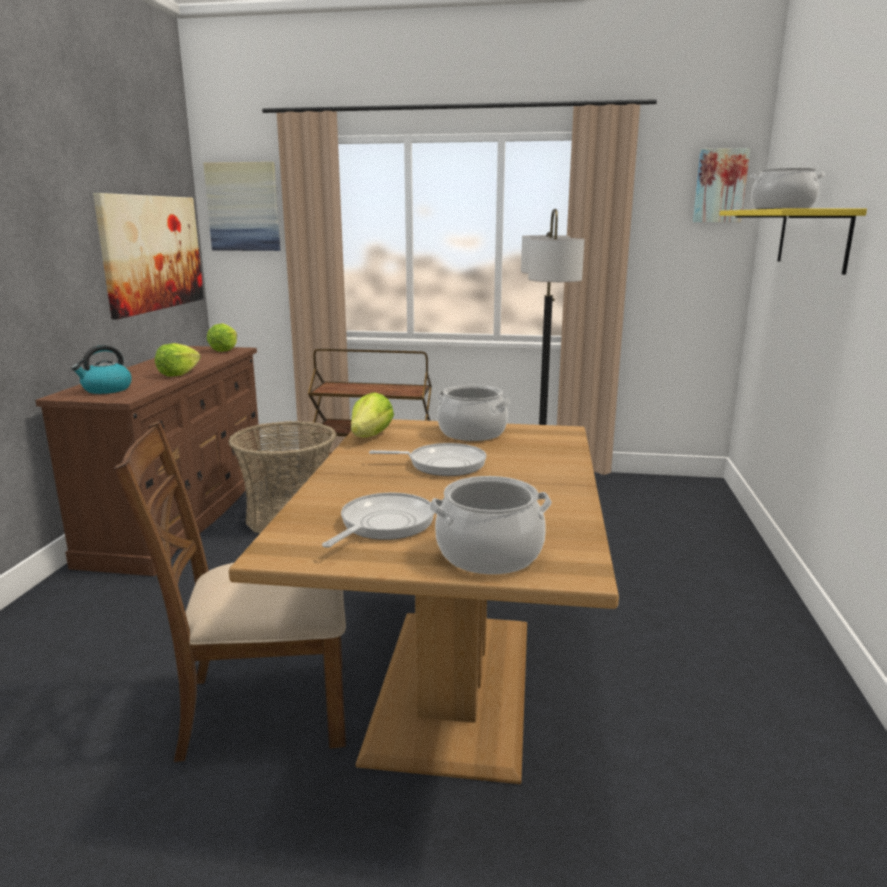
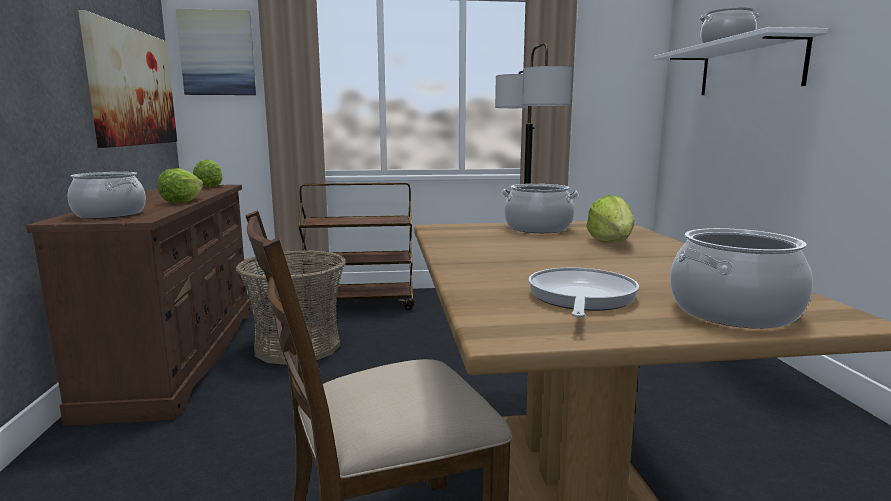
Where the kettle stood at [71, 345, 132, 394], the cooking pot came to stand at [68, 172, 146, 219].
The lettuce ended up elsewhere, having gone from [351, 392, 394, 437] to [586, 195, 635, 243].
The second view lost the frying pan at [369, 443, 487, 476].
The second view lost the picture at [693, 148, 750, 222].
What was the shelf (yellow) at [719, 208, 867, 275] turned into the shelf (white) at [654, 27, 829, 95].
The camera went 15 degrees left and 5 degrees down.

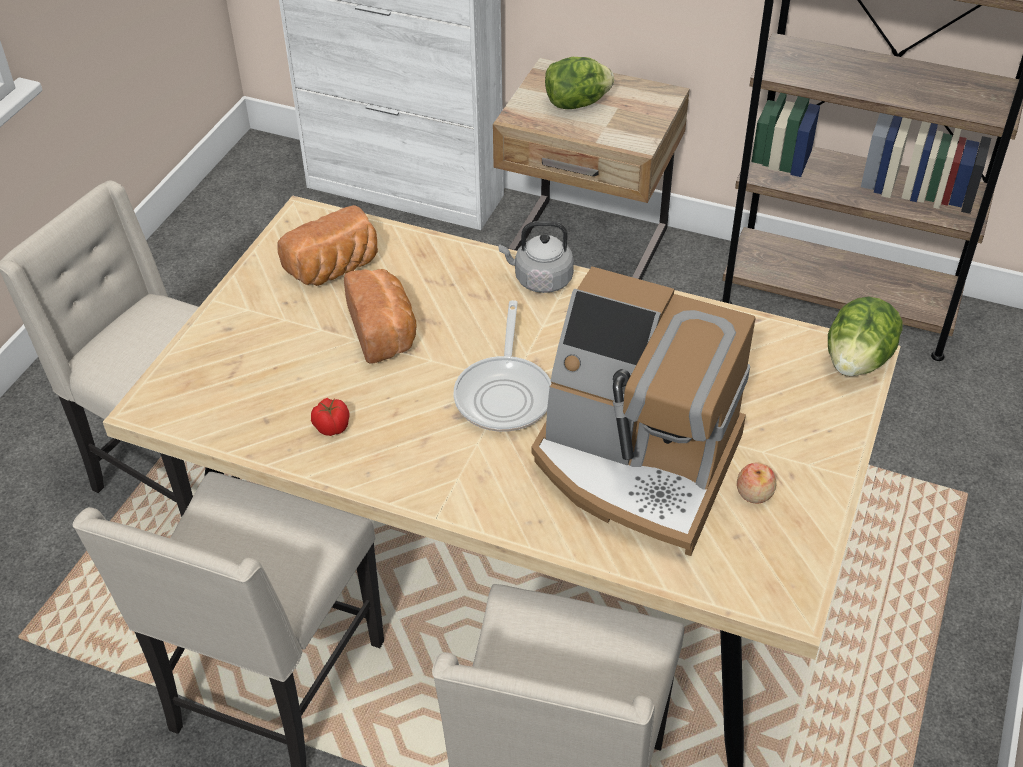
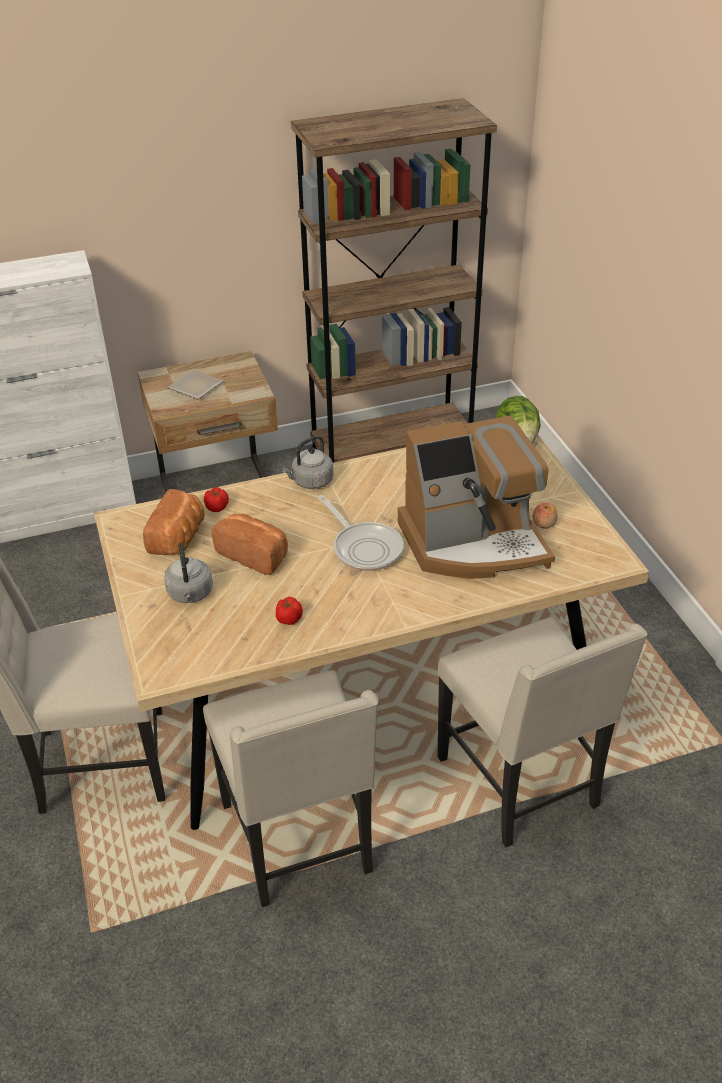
Where the lettuce stood at [545, 57, 614, 109], the plate came to stand at [167, 370, 224, 399].
The second view gained the kettle (grey) at [164, 543, 213, 603].
The second view gained the tomato at [204, 487, 229, 512].
The camera went 40 degrees left and 5 degrees down.

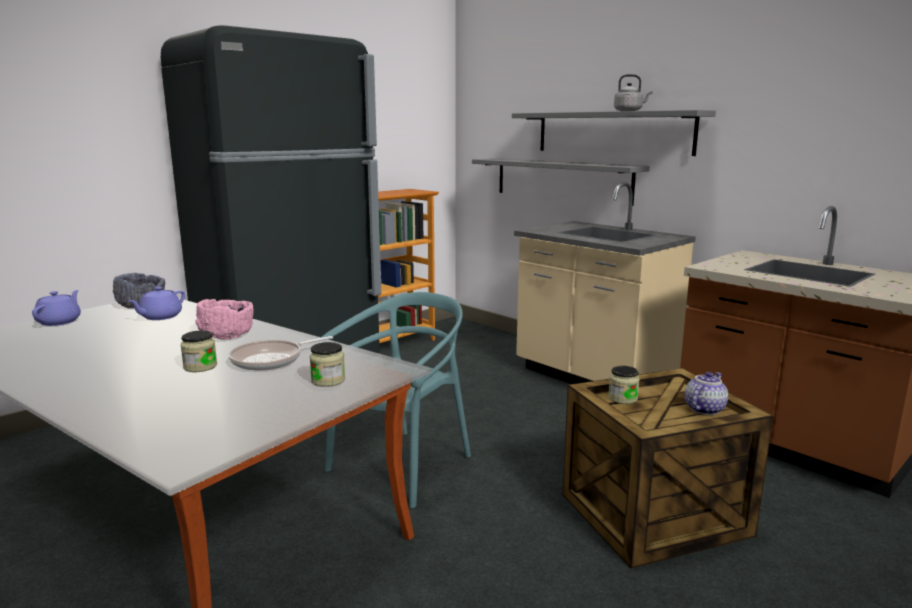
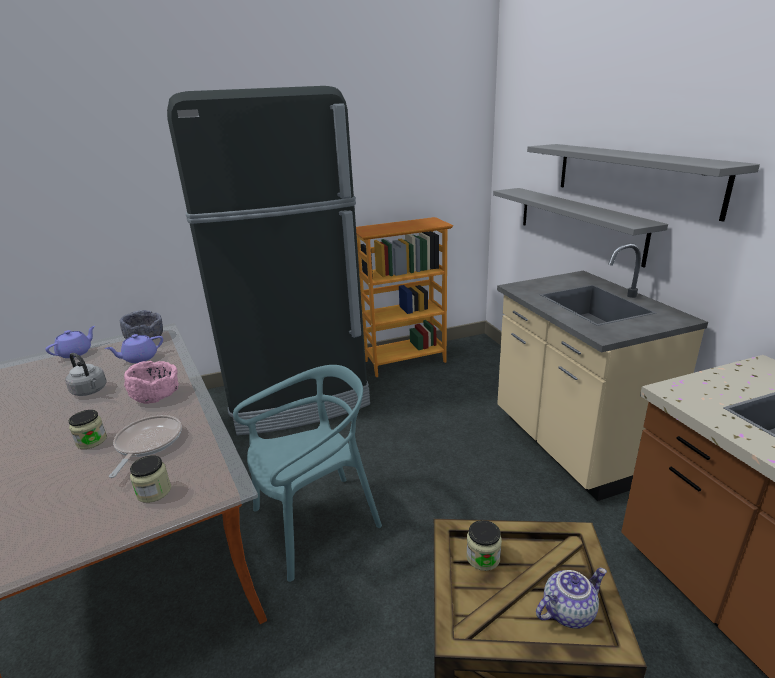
The frying pan at [229, 336, 333, 371] ended up facing another way, 105 degrees clockwise from before.
The kettle (grey) ended up elsewhere, having gone from [614, 74, 652, 111] to [65, 353, 106, 396].
The camera went 25 degrees right and 10 degrees up.

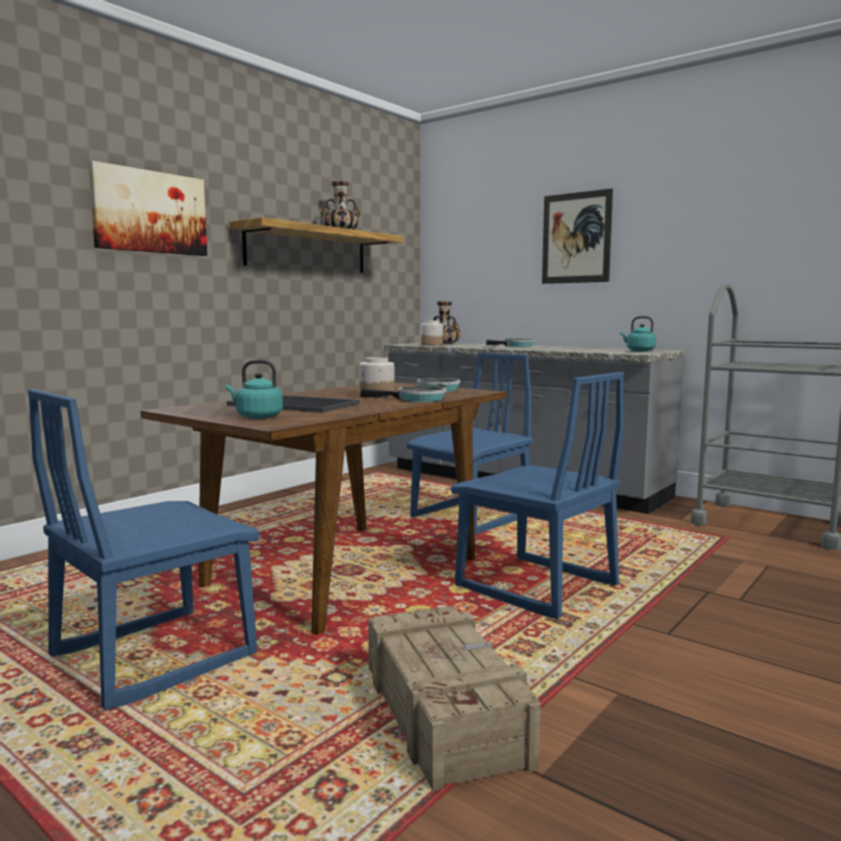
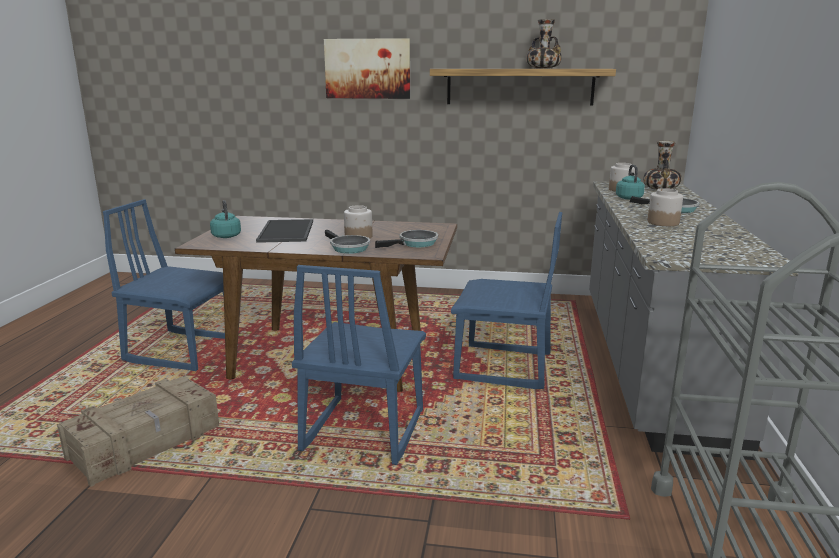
The second view lost the picture at [542, 188, 613, 284].
The kettle (turquoise) ended up elsewhere, having gone from [620, 316, 656, 351] to [616, 165, 645, 200].
The second view gained the jar at [647, 188, 683, 226].
The camera went 60 degrees right and 10 degrees up.

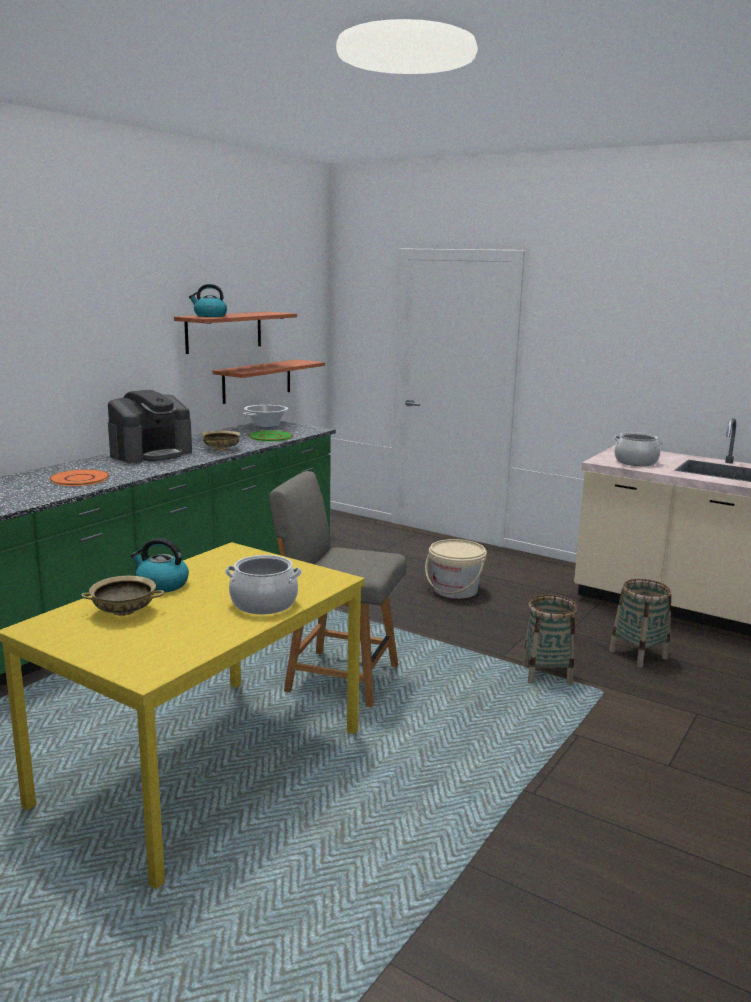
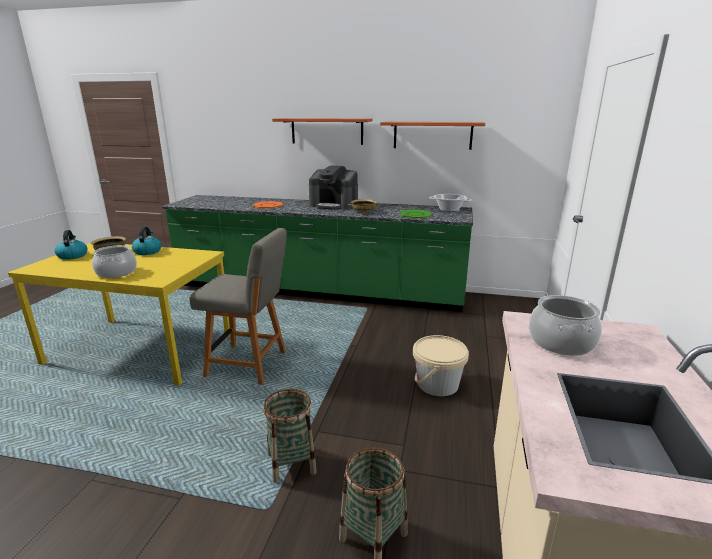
The kettle ended up elsewhere, having gone from [189, 284, 227, 317] to [55, 230, 87, 260].
The shelf ended up elsewhere, having gone from [213, 359, 325, 404] to [272, 118, 372, 145].
The chair (grey) at [269, 471, 406, 708] ended up facing another way, 105 degrees clockwise from before.
The camera went 70 degrees right and 5 degrees up.

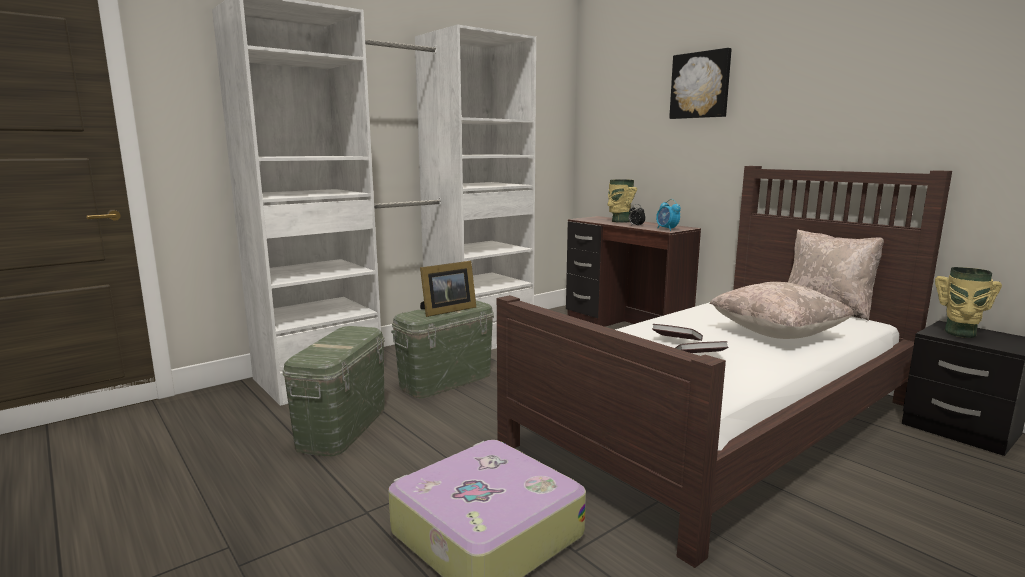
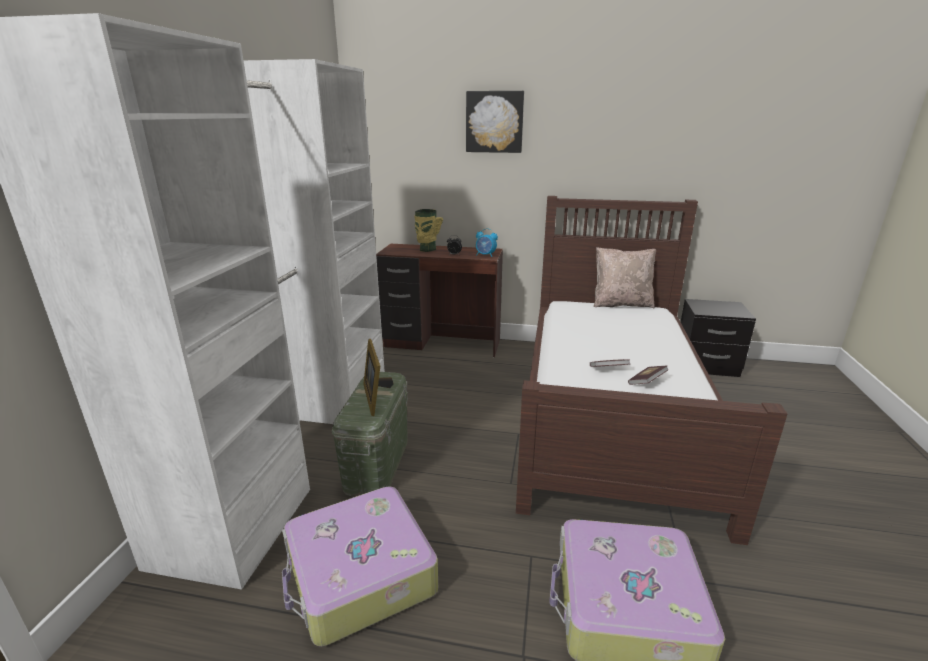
Where the storage box (green) stood at [282, 326, 385, 456], the suitcase came to stand at [282, 486, 438, 647].
The picture frame at [420, 261, 476, 317] ended up facing another way, 150 degrees clockwise from before.
The second view lost the pillow (beige) at [709, 282, 854, 339].
The second view lost the vase at [935, 267, 1002, 338].
The camera went 40 degrees left and 10 degrees up.

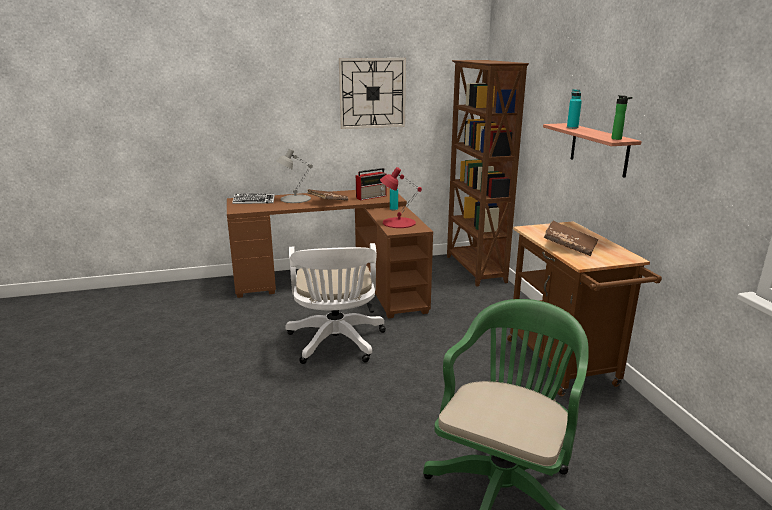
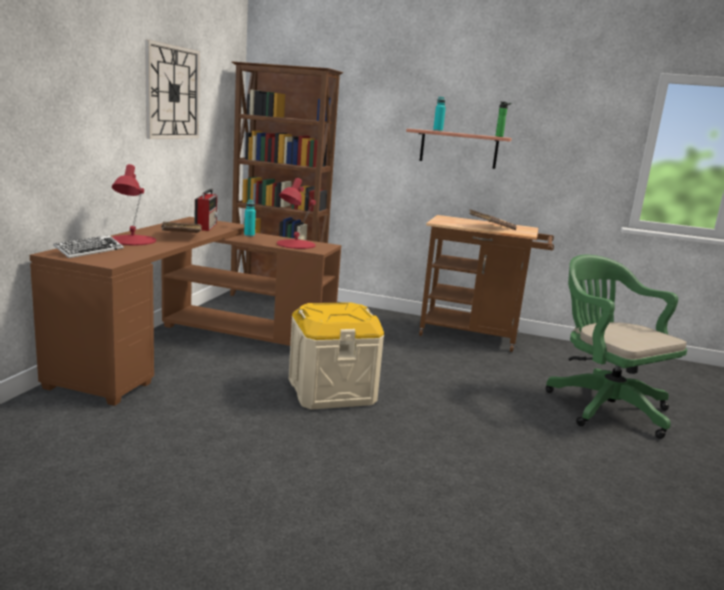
What was the table lamp (grey) at [276, 149, 313, 203] turned into the table lamp (red) at [112, 164, 156, 245].
Where the office chair (white) stood at [285, 243, 386, 364], the storage box (beige) came to stand at [289, 302, 384, 410].
The camera went 60 degrees left and 5 degrees down.

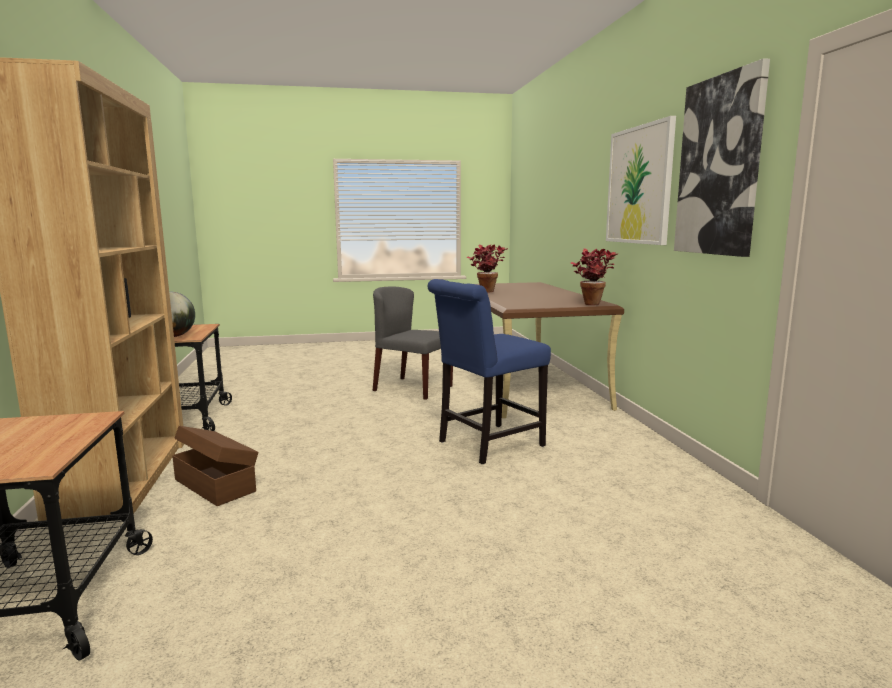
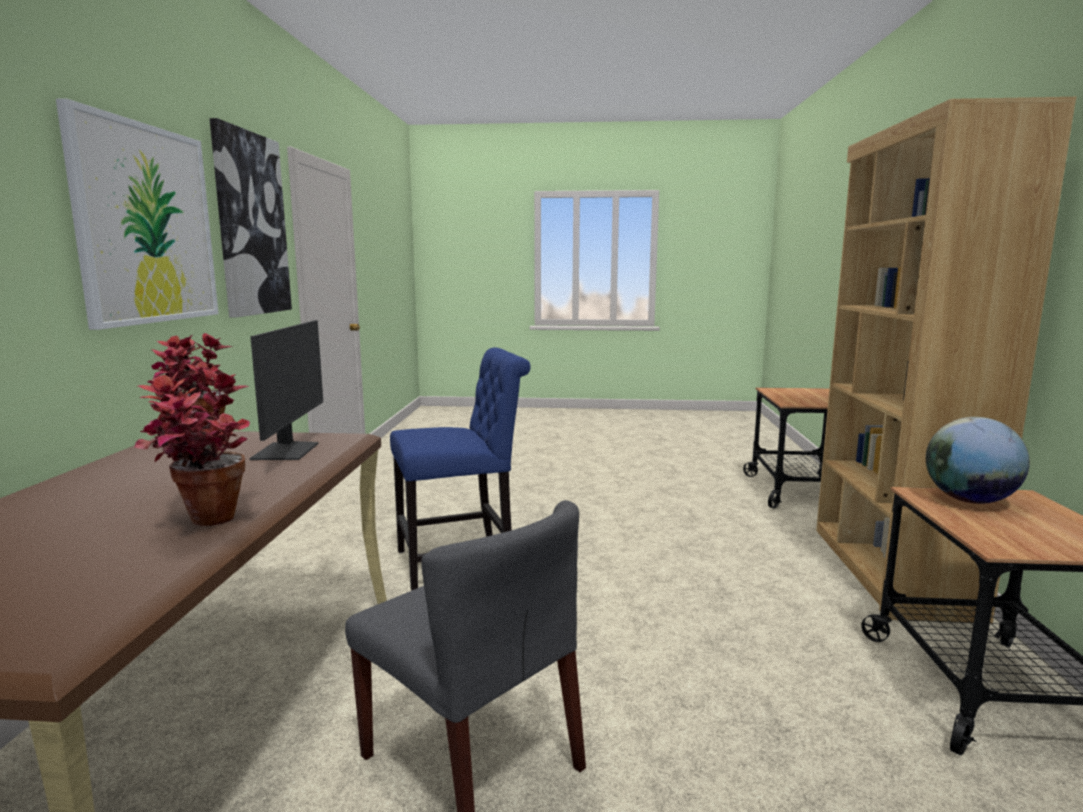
The second view lost the storage box (brown) at [172, 426, 259, 506].
The second view gained the monitor at [250, 320, 323, 460].
The camera went 165 degrees left and 0 degrees up.

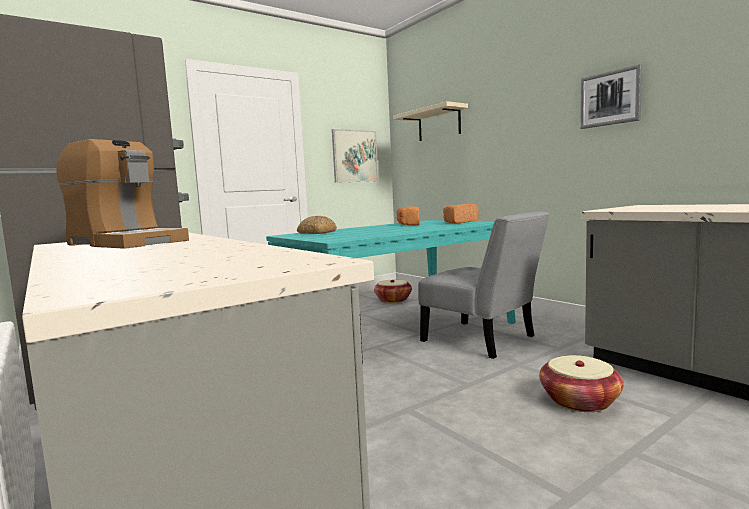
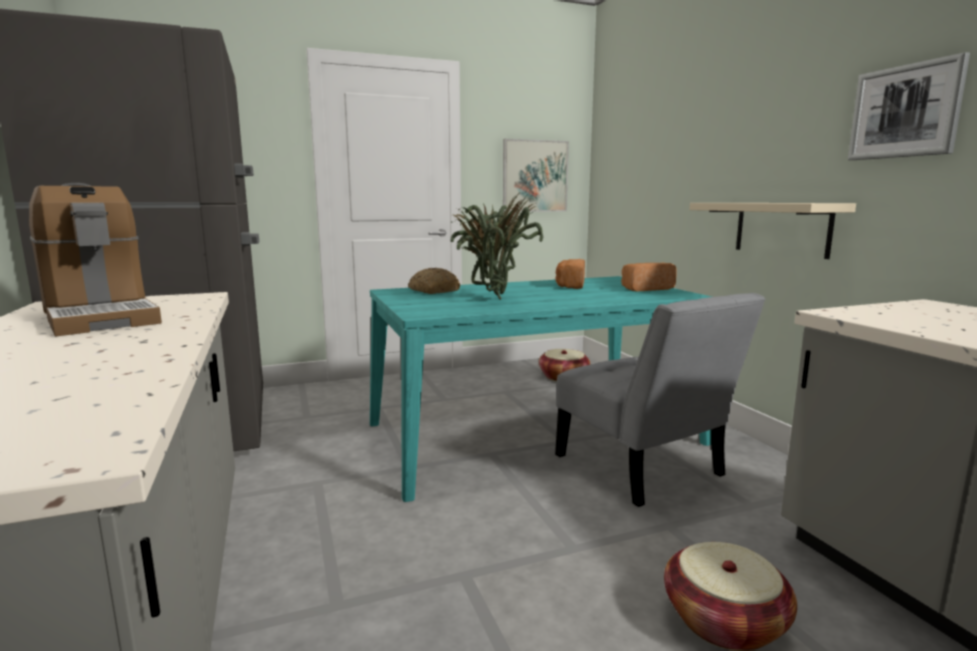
The shelf (beige) ended up elsewhere, having gone from [393, 101, 468, 141] to [689, 203, 856, 259].
The second view gained the potted plant at [450, 193, 543, 300].
The camera went 15 degrees right and 5 degrees up.

